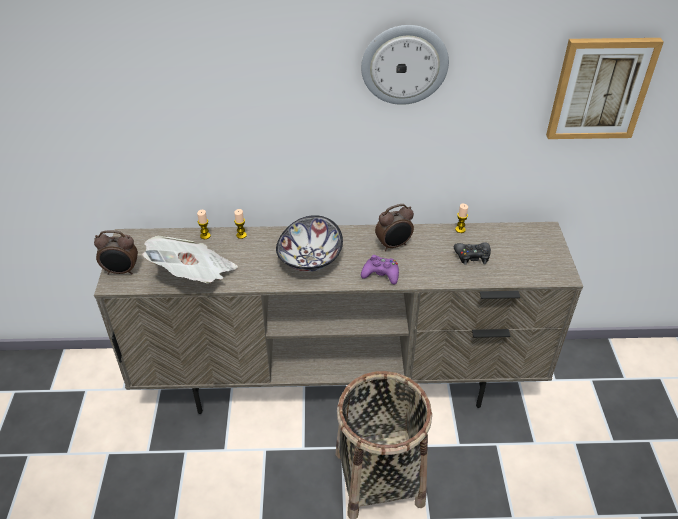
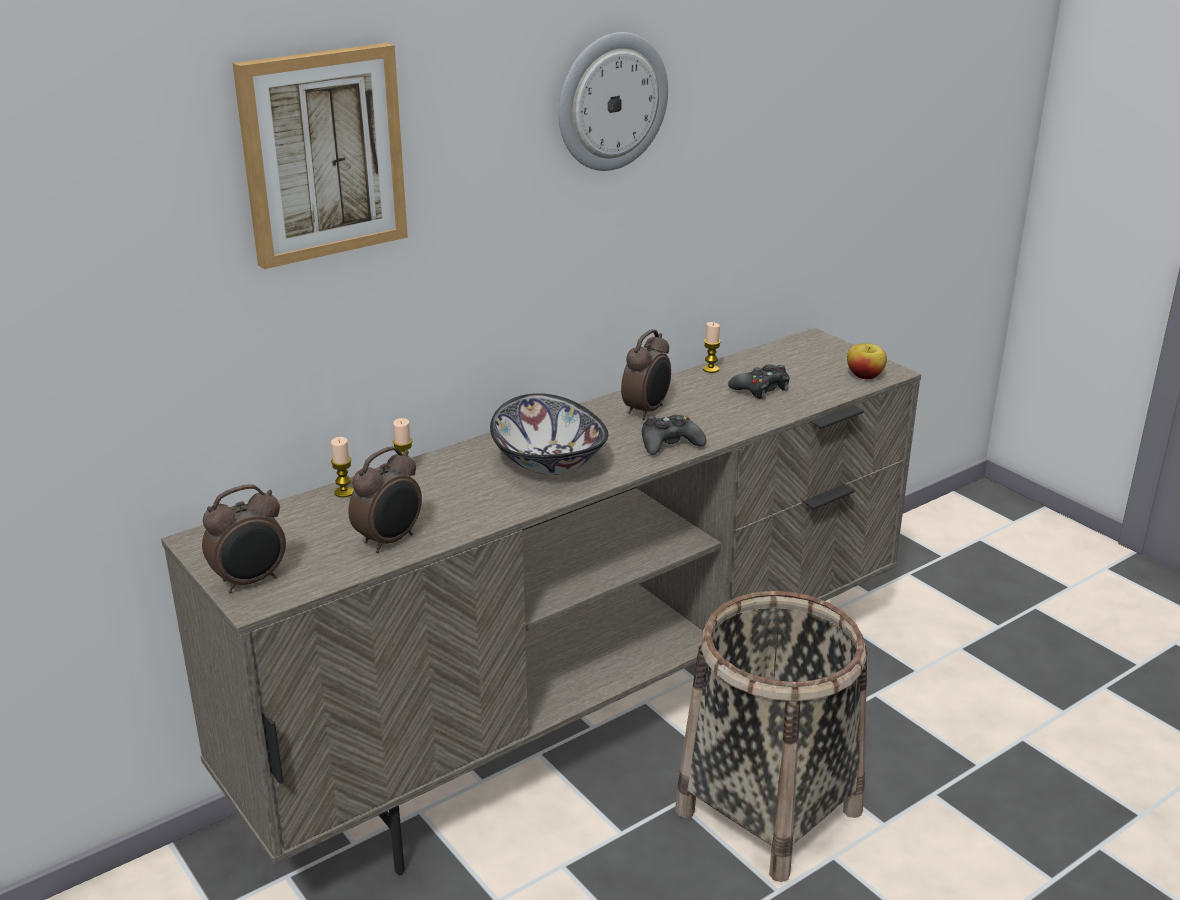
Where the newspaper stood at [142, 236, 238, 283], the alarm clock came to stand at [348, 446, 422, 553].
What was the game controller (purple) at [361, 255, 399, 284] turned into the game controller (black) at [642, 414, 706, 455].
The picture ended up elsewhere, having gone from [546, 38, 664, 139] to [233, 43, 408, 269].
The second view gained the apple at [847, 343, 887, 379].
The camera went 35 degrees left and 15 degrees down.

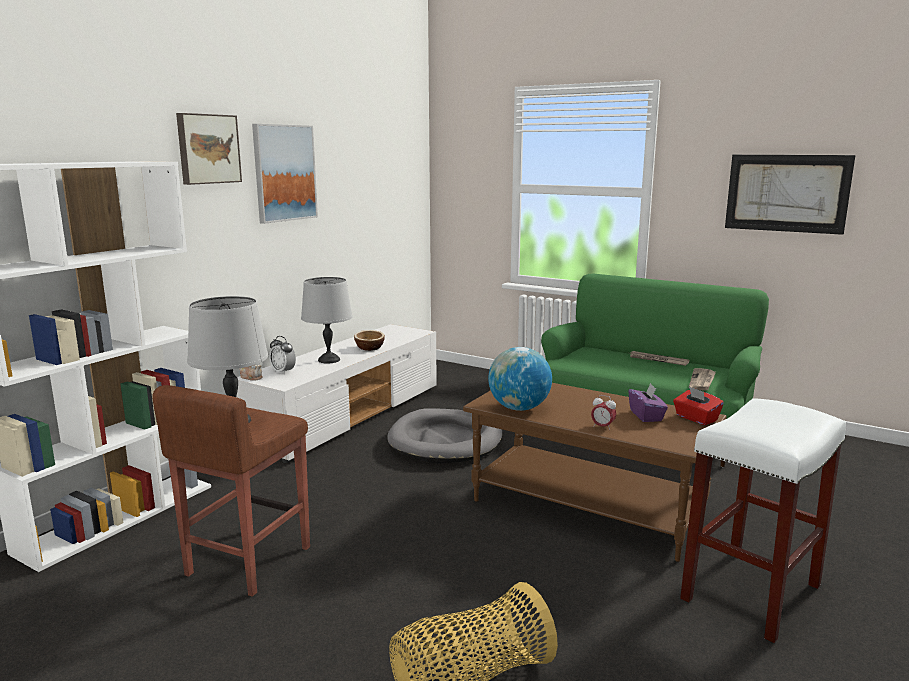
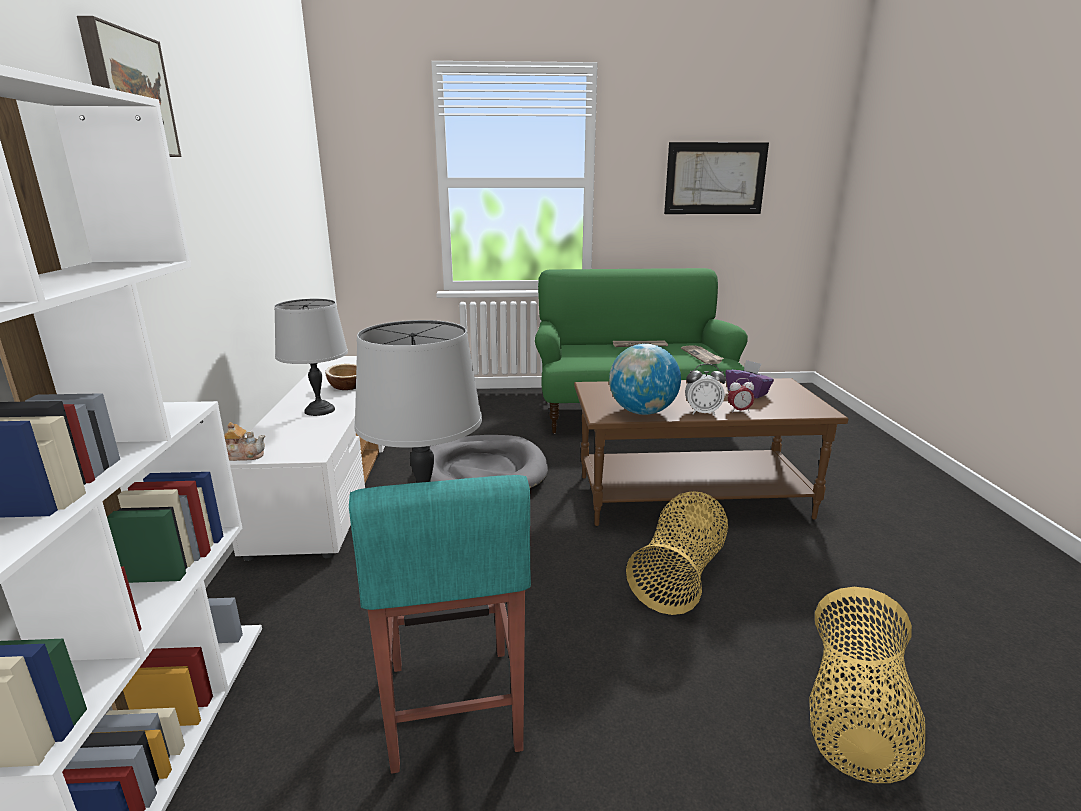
What was the stool (brown) at [152, 385, 310, 597] turned into the stool (turquoise) at [349, 475, 531, 774].
The second view lost the picture at [252, 124, 318, 224].
The alarm clock ended up elsewhere, having gone from [269, 336, 296, 375] to [685, 364, 726, 415].
The second view lost the tissue box (red) at [673, 386, 724, 425].
The second view lost the stool (white) at [680, 398, 846, 643].
The second view gained the basket at [626, 491, 728, 615].
The camera went 35 degrees left and 5 degrees up.

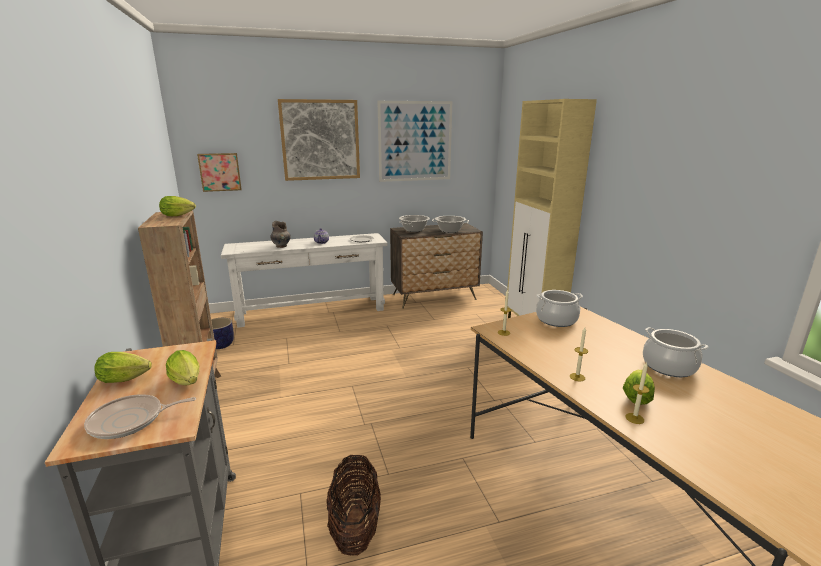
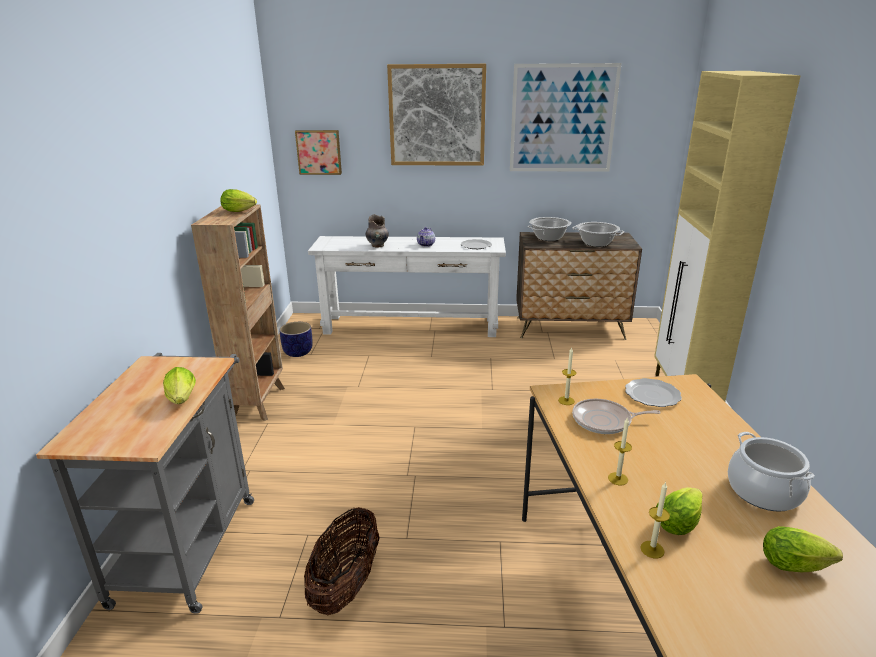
The frying pan ended up elsewhere, having gone from [84, 394, 196, 439] to [572, 399, 661, 434].
The lettuce ended up elsewhere, having gone from [94, 352, 152, 383] to [763, 526, 843, 572].
Where the cooking pot stood at [536, 290, 583, 327], the plate came to stand at [625, 378, 682, 407].
The camera went 20 degrees right and 5 degrees up.

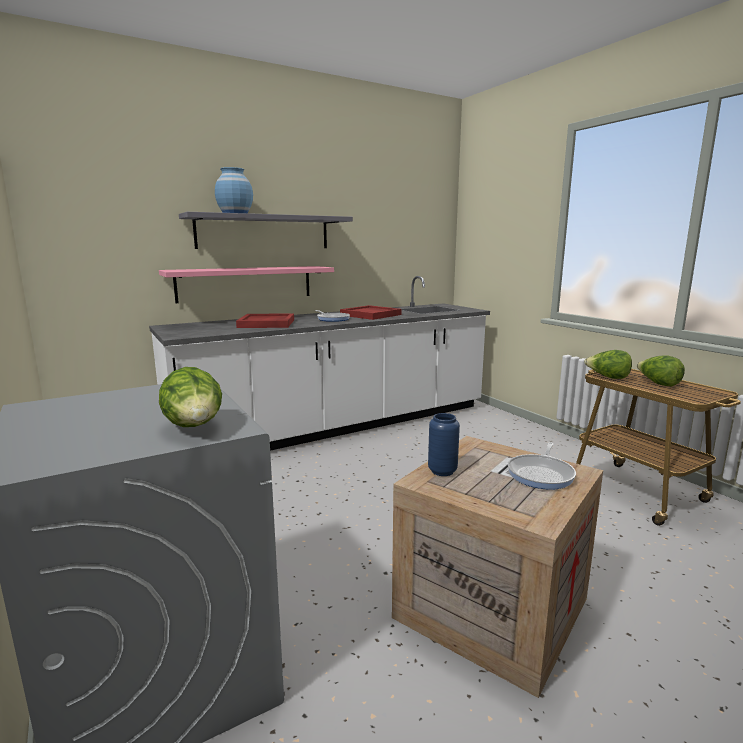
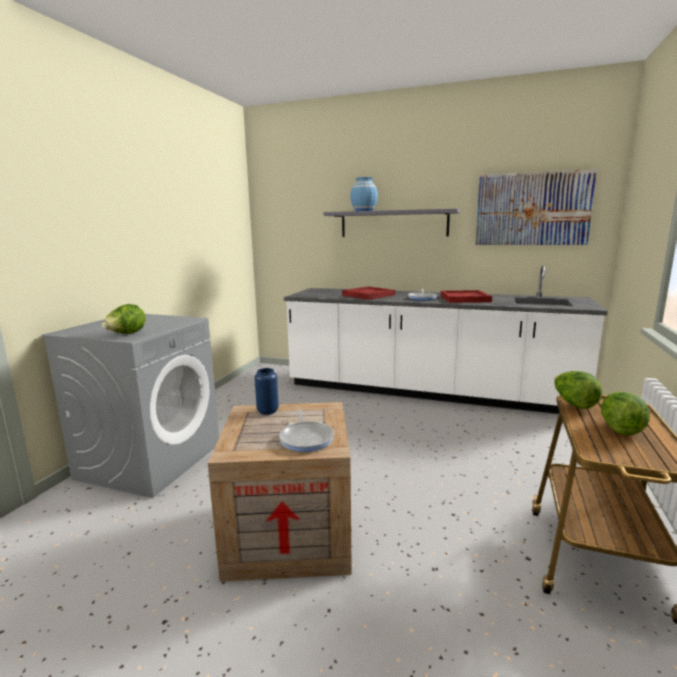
The second view lost the shelf (pink) at [159, 266, 334, 303].
The frying pan at [508, 442, 576, 490] ended up facing another way, 90 degrees counterclockwise from before.
The second view gained the picture at [475, 169, 597, 245].
The camera went 50 degrees right and 0 degrees up.

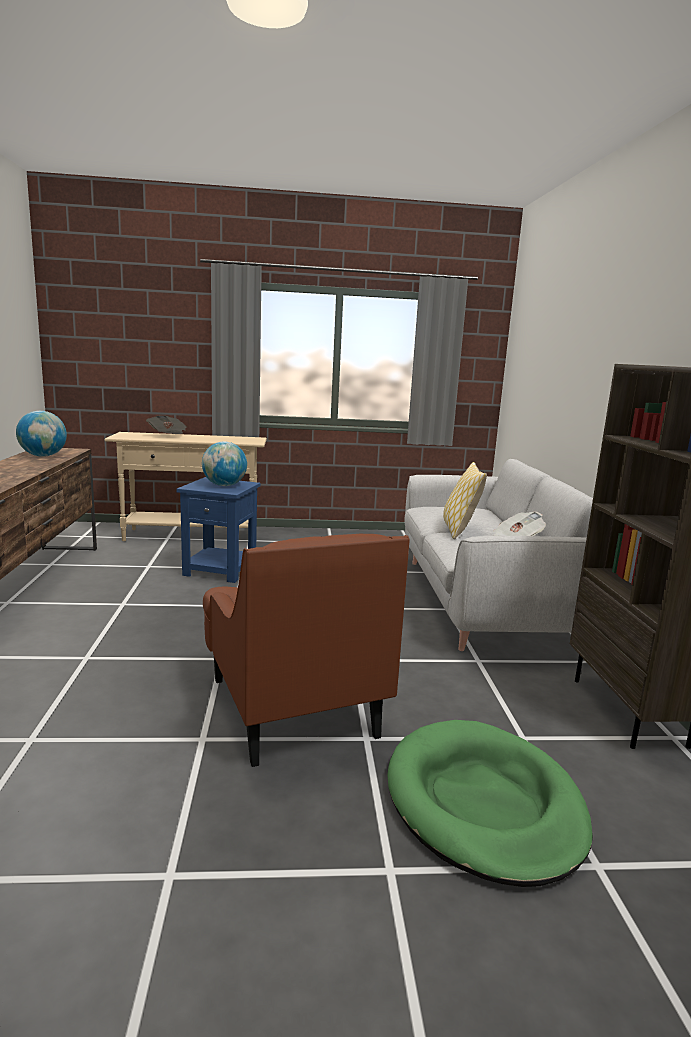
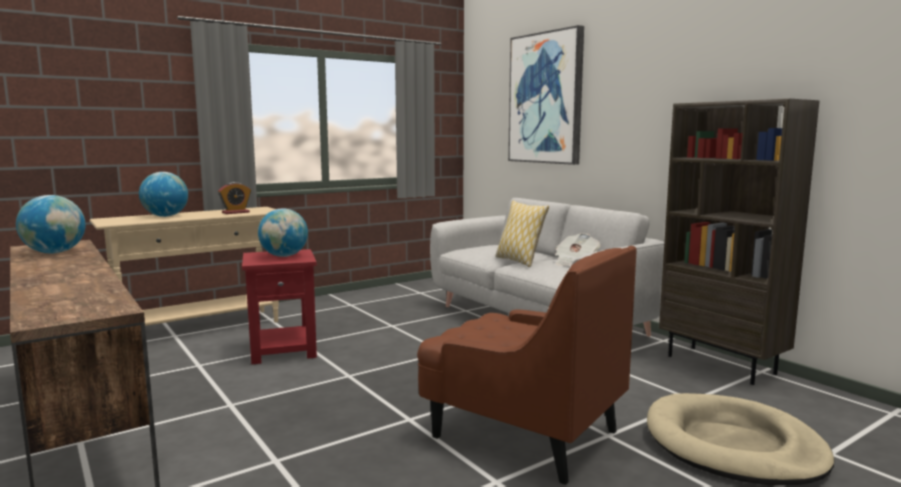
Where the newspaper stood at [146, 415, 187, 434], the globe came to stand at [139, 172, 188, 217].
What was the side table (blue) at [176, 477, 261, 583] turned into the side table (red) at [242, 249, 317, 364].
What was the dog bed (green) at [387, 720, 593, 887] turned into the dog bed (beige) at [647, 393, 835, 486].
The second view gained the alarm clock at [218, 182, 251, 214].
The second view gained the picture at [508, 25, 584, 165].
The camera went 30 degrees left and 5 degrees down.

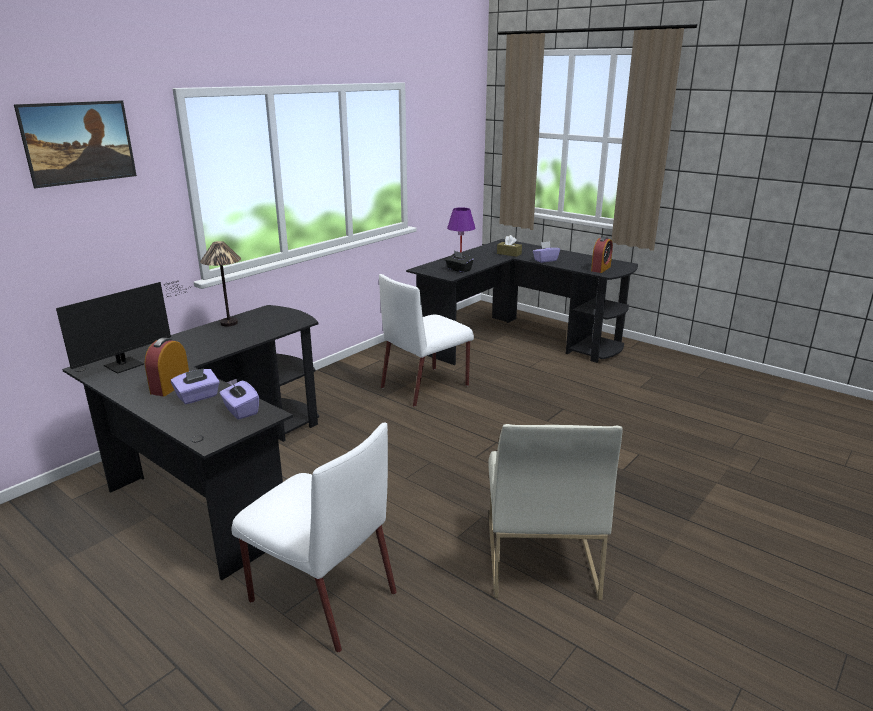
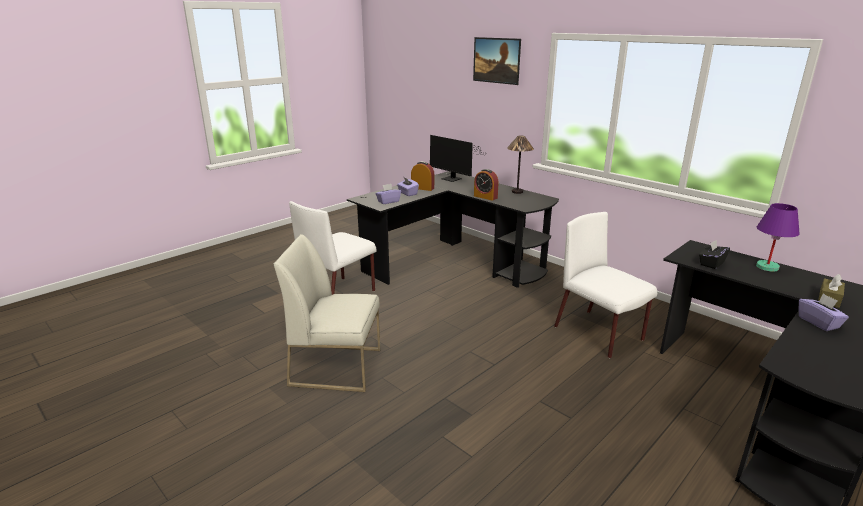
The alarm clock ended up elsewhere, having gone from [591, 237, 613, 273] to [474, 169, 498, 201].
The camera went 95 degrees right and 0 degrees up.

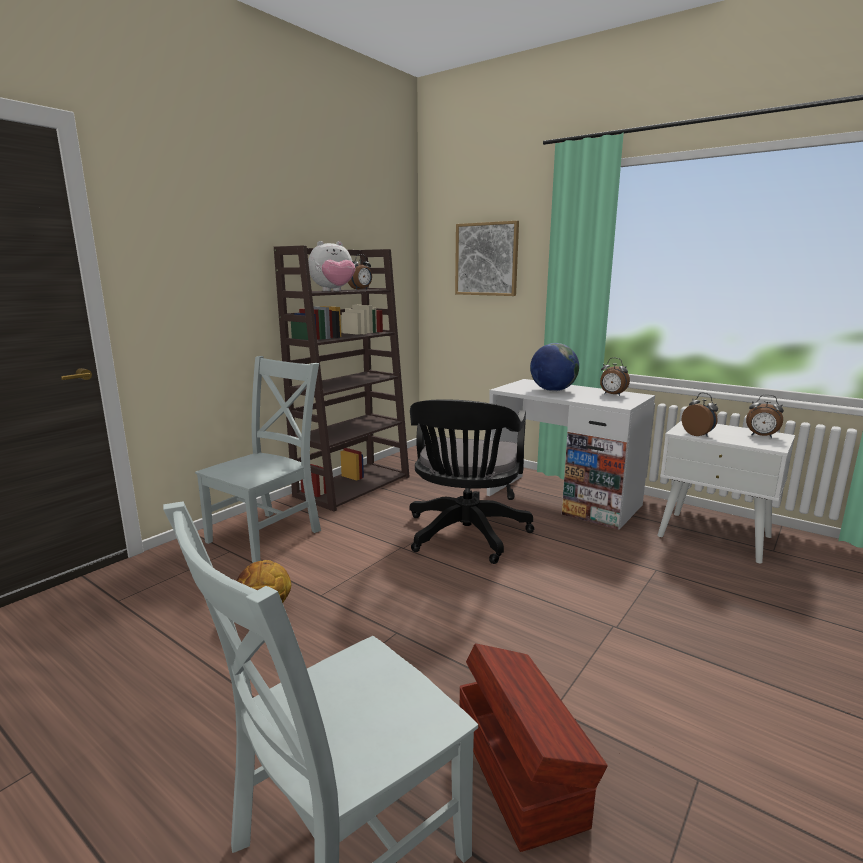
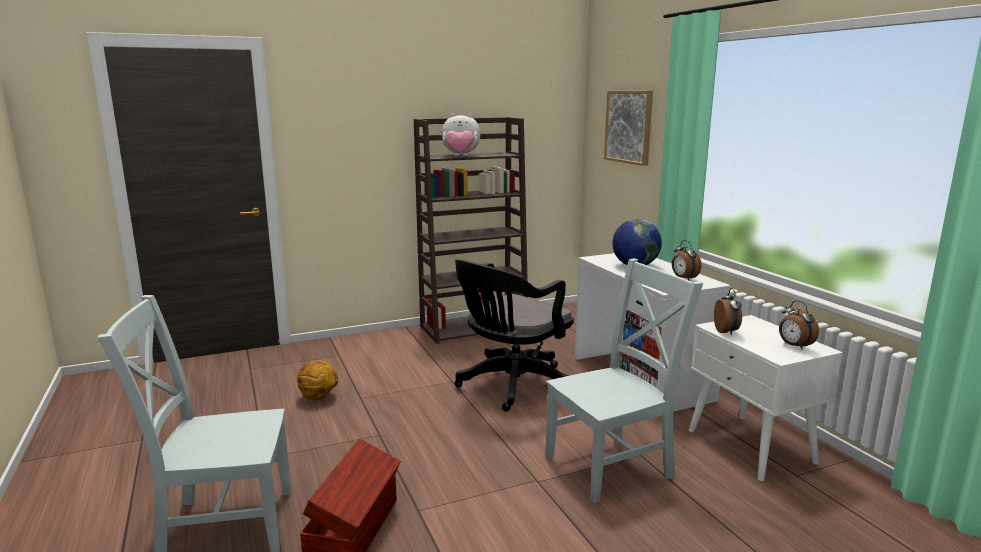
The chair (grey) ended up elsewhere, having gone from [195, 356, 321, 563] to [545, 258, 703, 503].
The second view lost the alarm clock at [348, 254, 372, 290].
The camera went 30 degrees right and 0 degrees up.

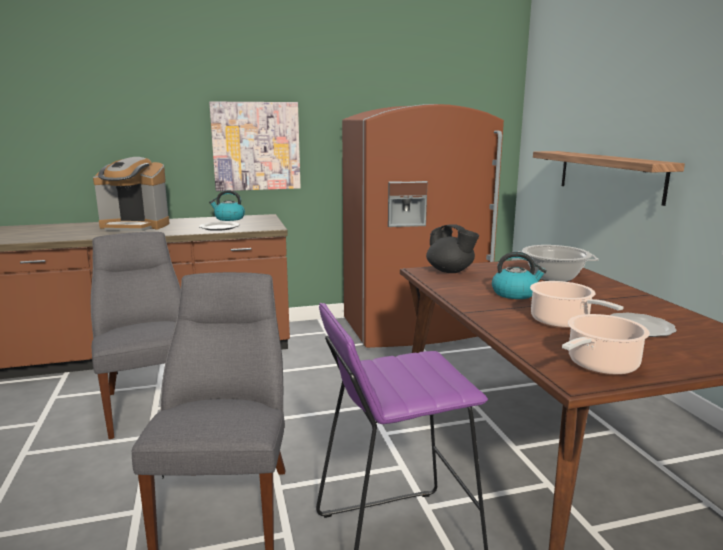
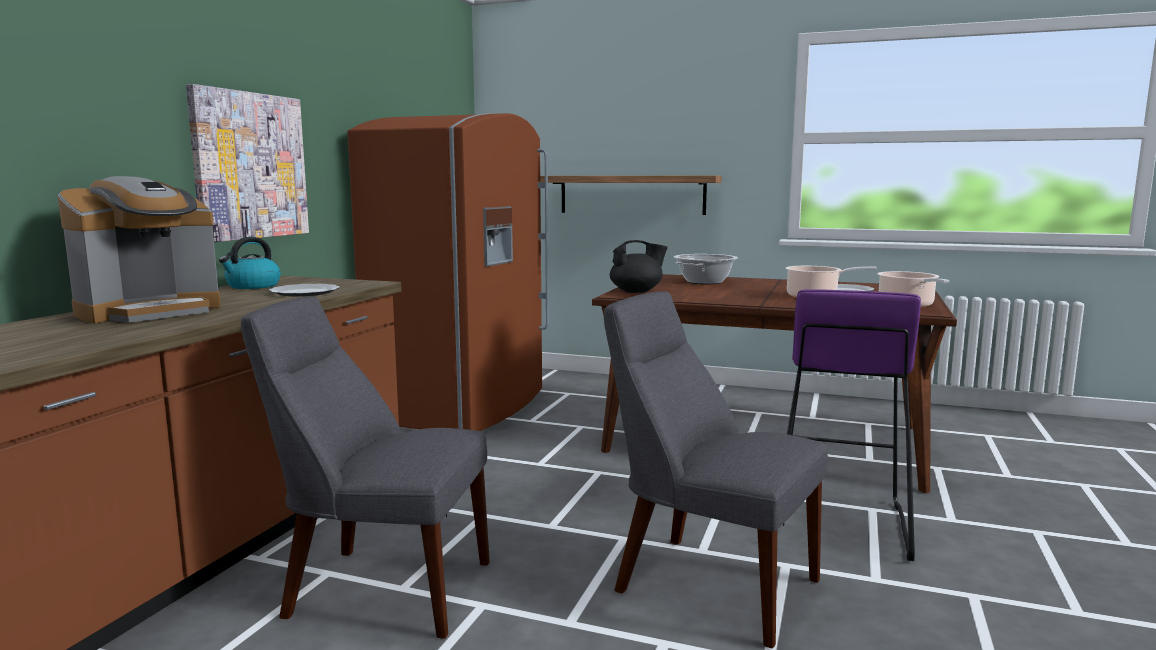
The second view lost the kettle at [492, 252, 547, 299].
The camera went 55 degrees left and 5 degrees down.

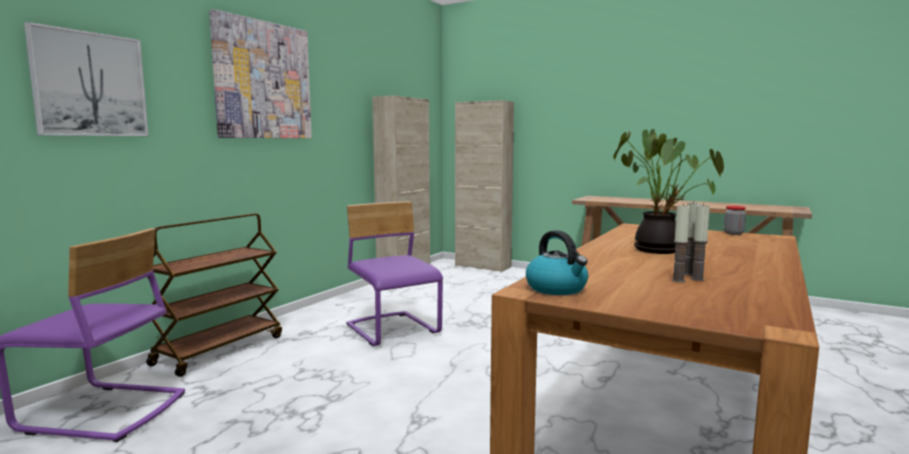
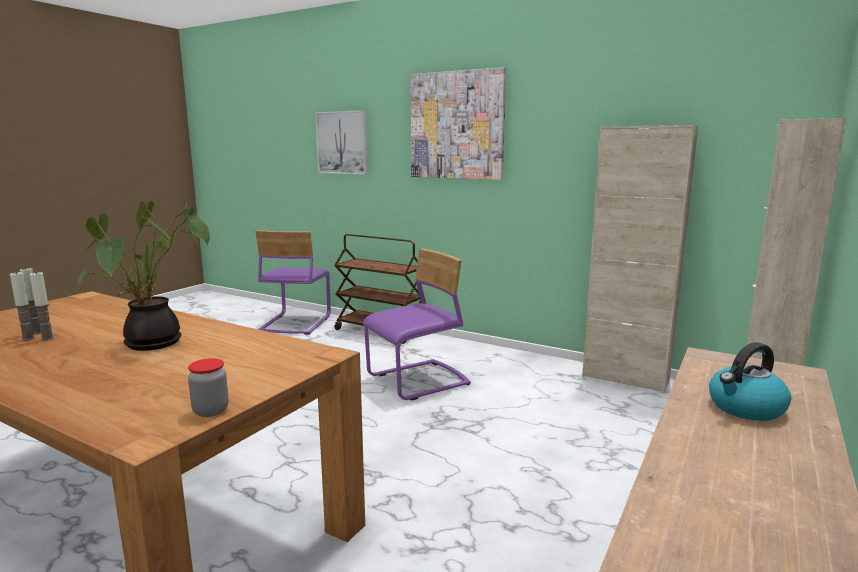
The kettle ended up elsewhere, having gone from [526, 230, 588, 295] to [709, 342, 791, 421].
The camera went 90 degrees right and 5 degrees up.

